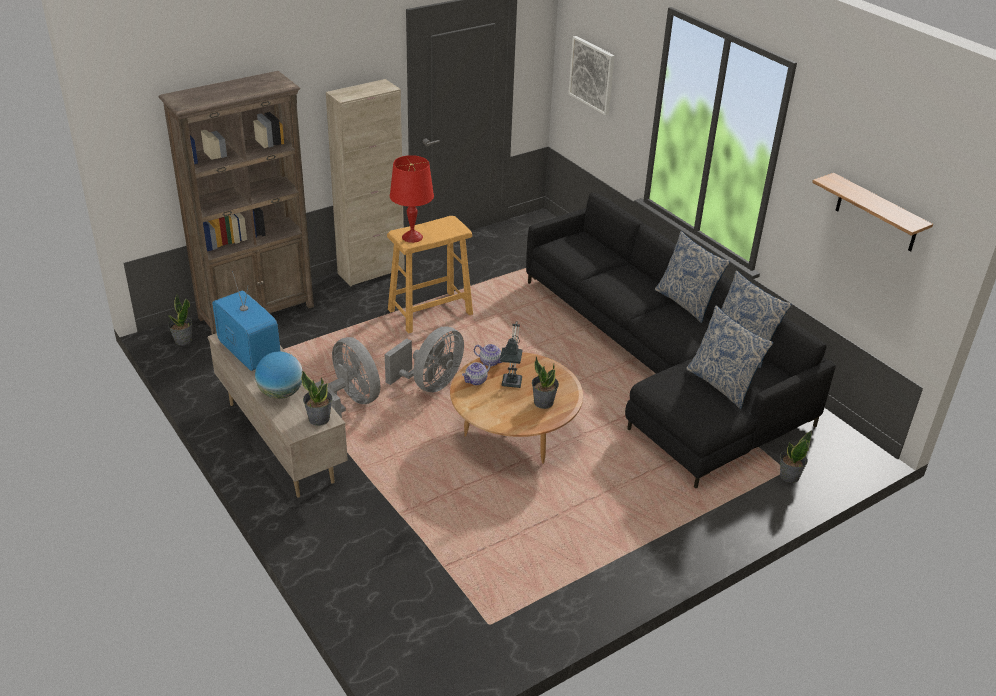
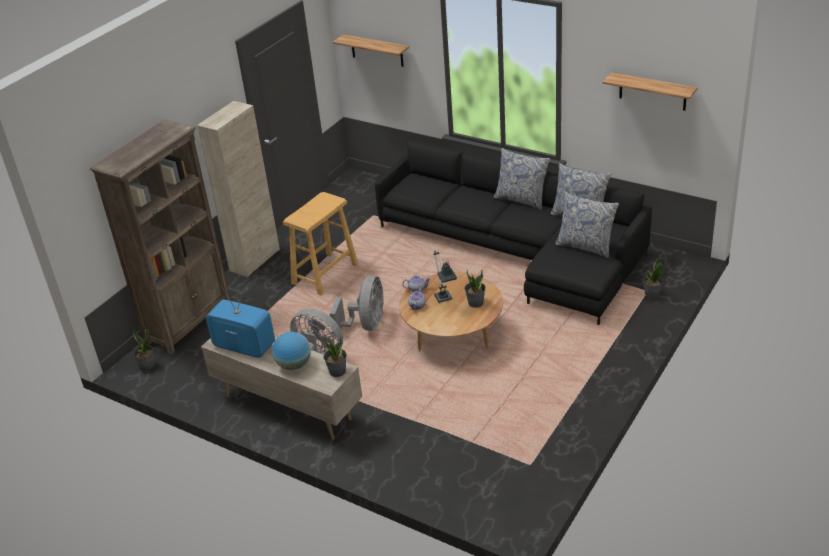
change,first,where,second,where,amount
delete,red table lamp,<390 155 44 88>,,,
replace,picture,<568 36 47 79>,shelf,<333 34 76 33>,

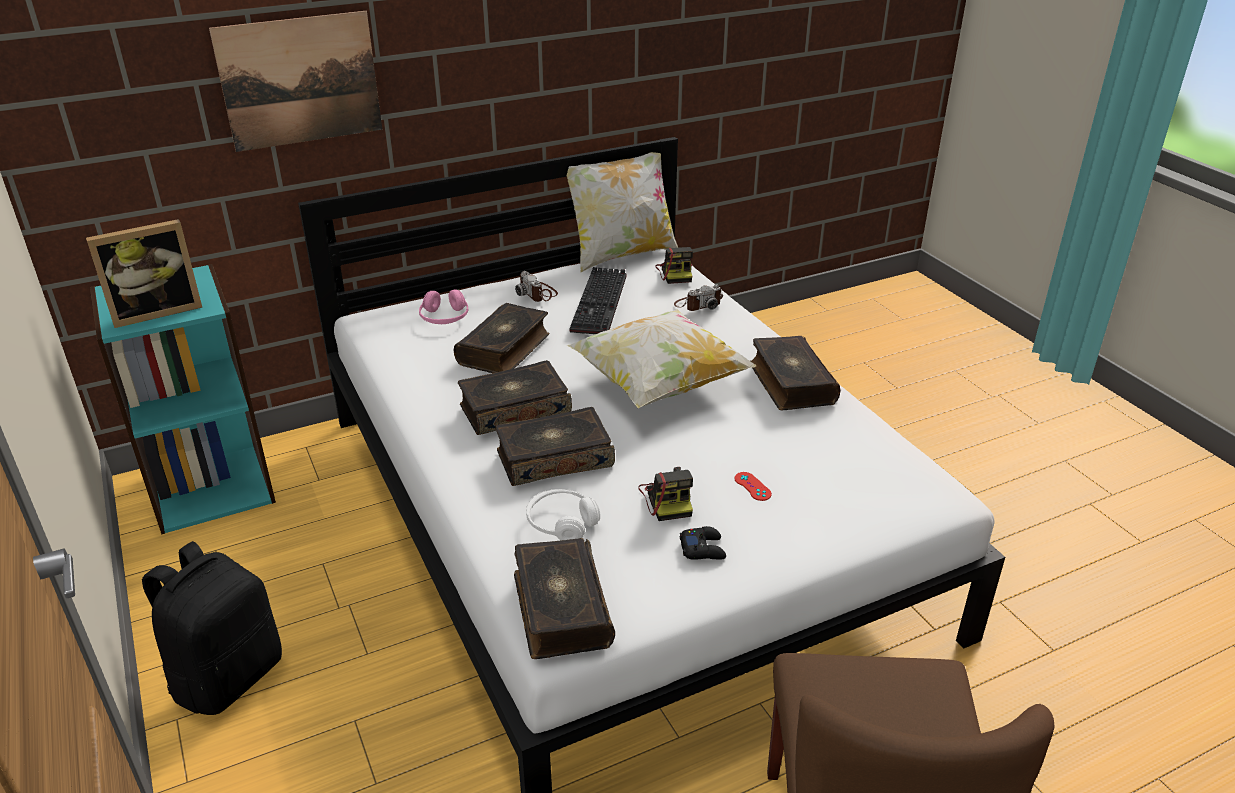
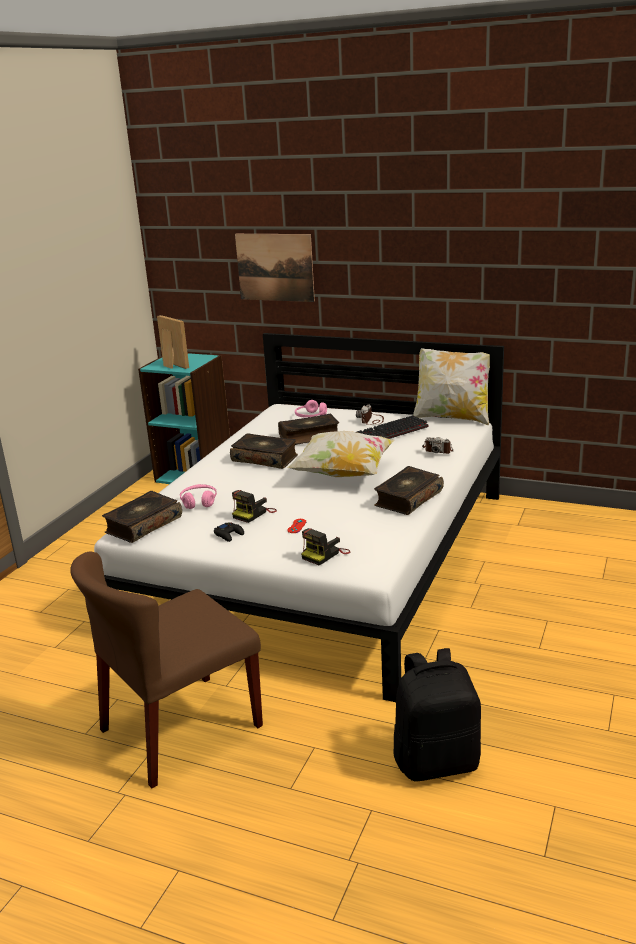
change,first,where,second,where,amount
delete,book,<495 407 120 79>,,,
move,black backpack,<142 541 140 174>,,<394 648 87 134>,
move,photo camera,<655 247 38 37>,,<301 528 50 37>,
recolor,white headphones,<526 489 74 52>,pink headphones,<180 484 37 25>,
rotate,picture frame,<86 219 117 109>,,<157 315 32 54>,150 degrees counterclockwise

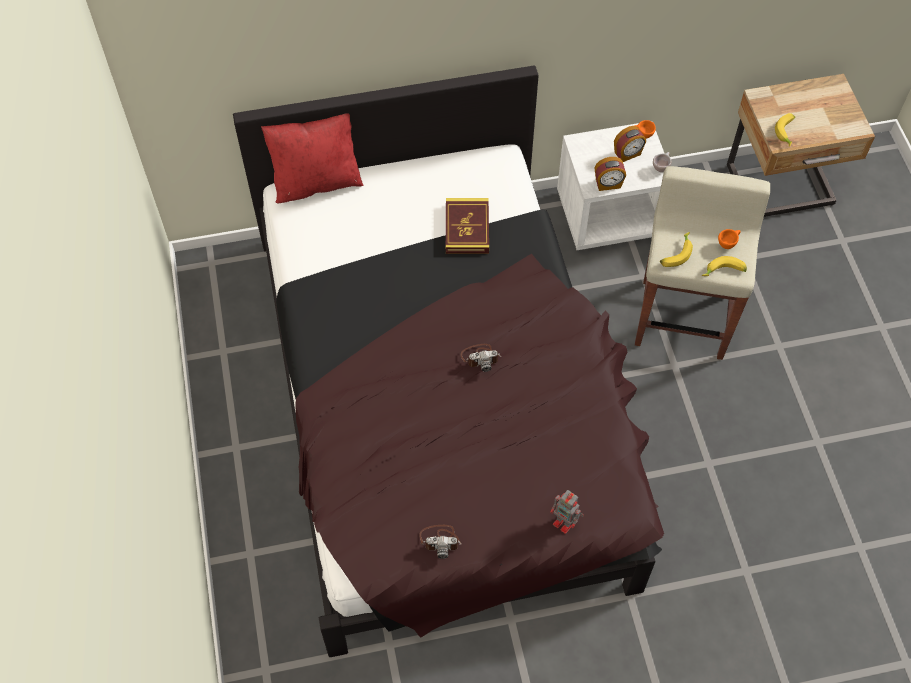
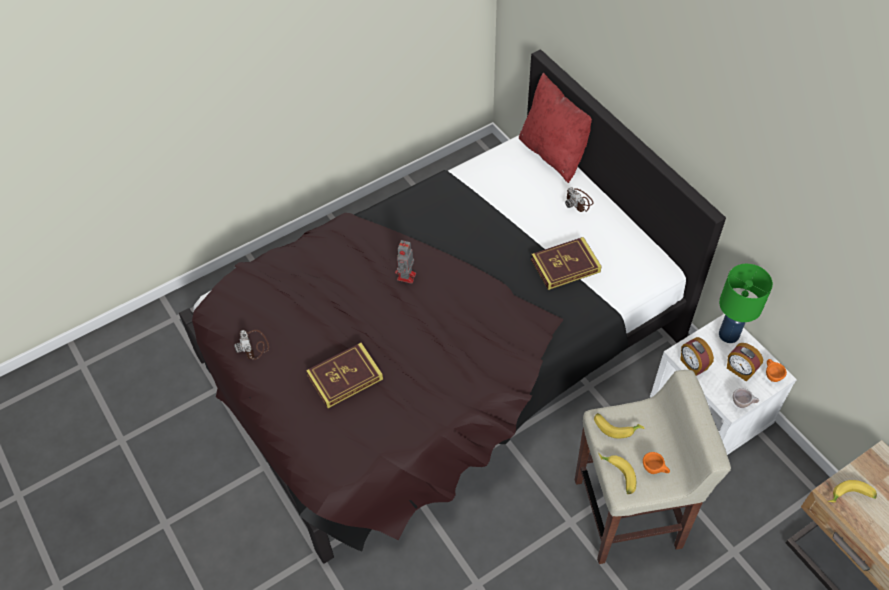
change,first,where,second,where,amount
insert,,,book,<306 343 77 65>,
insert,,,green table lamp,<719 264 54 79>,
move,photo camera,<460 344 41 28>,,<565 187 29 25>,
move,toy robot,<550 490 34 44>,,<395 240 21 44>,

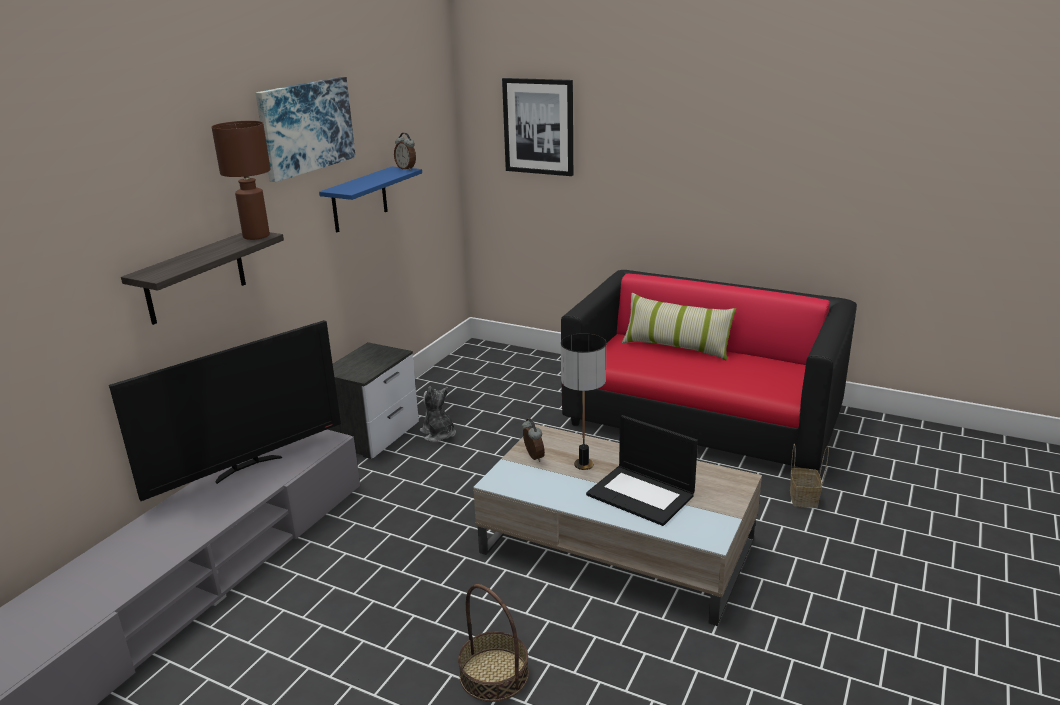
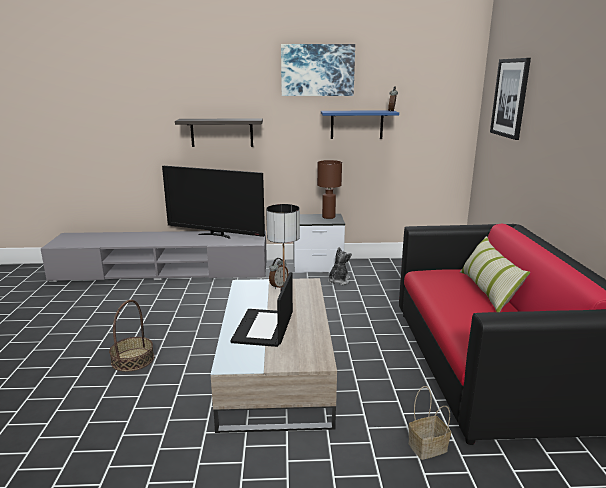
change,first,where,second,where,amount
move,brown table lamp,<212 121 59 119>,,<317 160 25 59>,

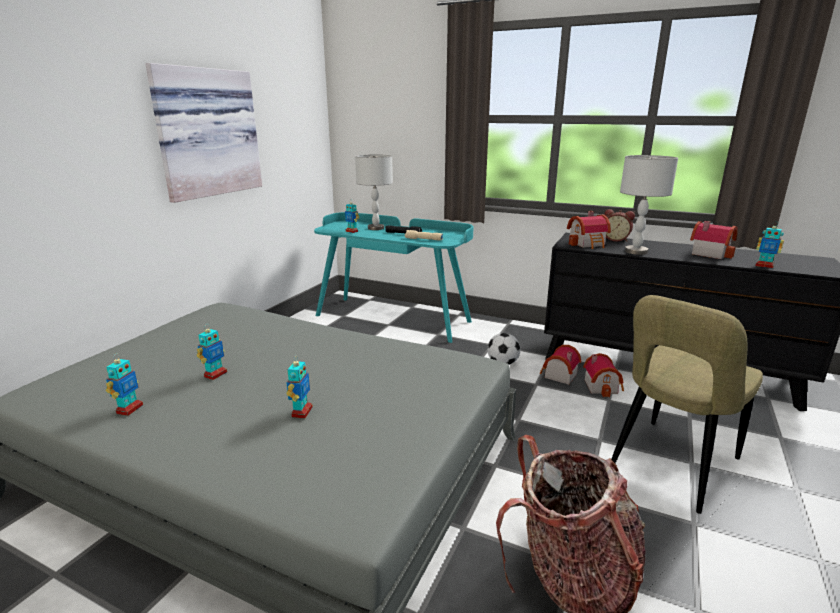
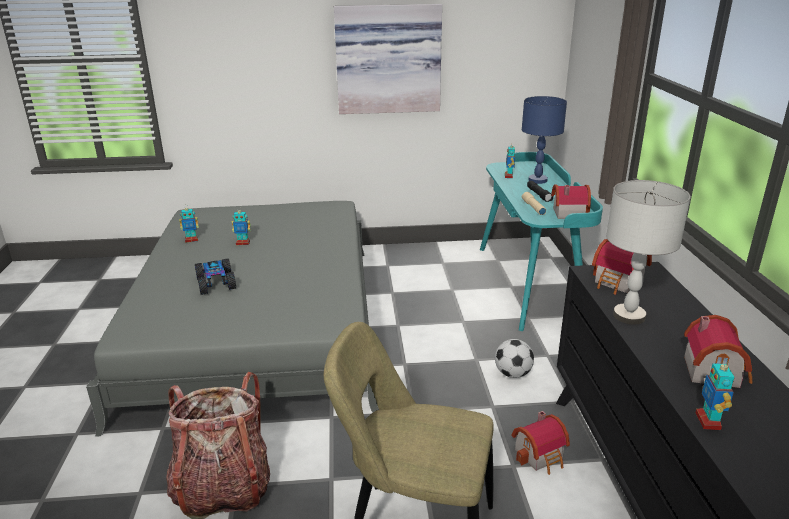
change,first,where,second,where,amount
delete,alarm clock,<604 209 31 33>,,,
move,toy house,<540 345 41 40>,,<551 184 40 35>,
replace,toy robot,<286 358 27 61>,toy car,<195 258 41 37>,
recolor,grey table lamp,<355 154 38 76>,blue table lamp,<522 96 45 88>,

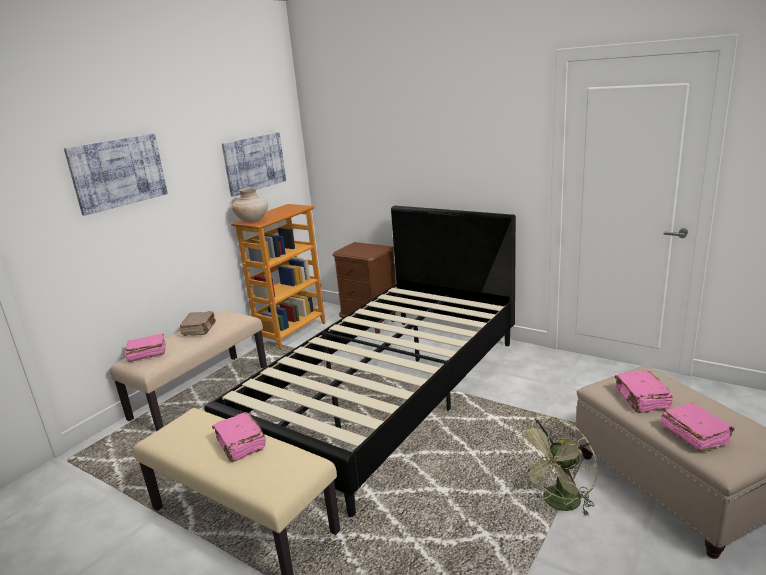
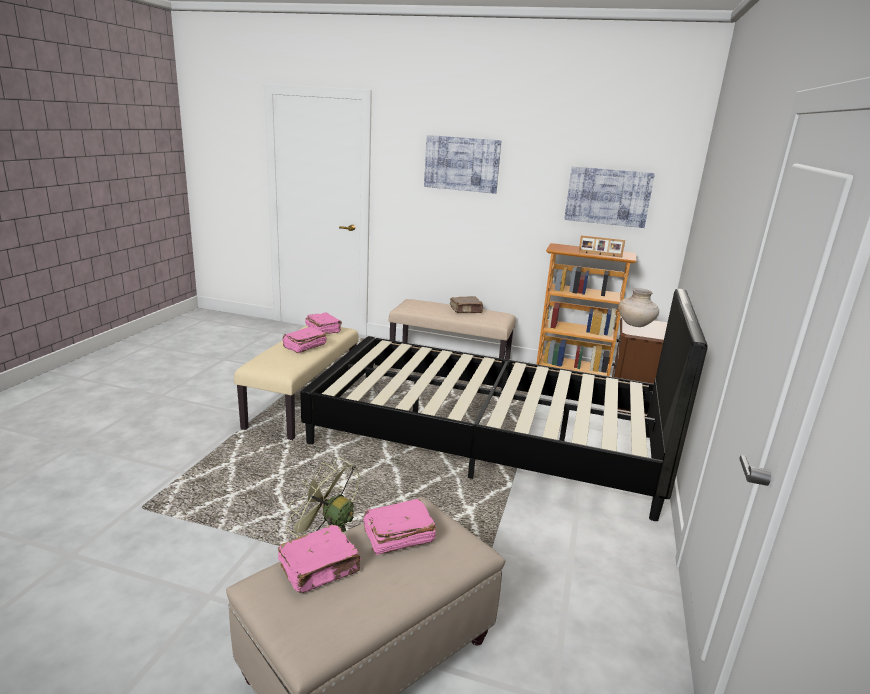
change,first,where,second,where,amount
insert,,,picture frame,<579 235 46 22>,
move,pink book,<125 334 41 29>,,<305 313 37 21>,
move,beige vase,<232 188 36 34>,,<618 288 41 39>,

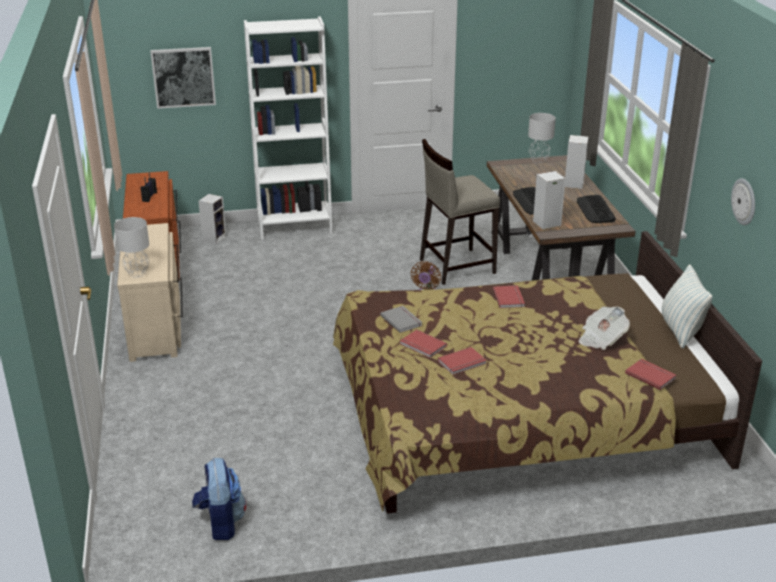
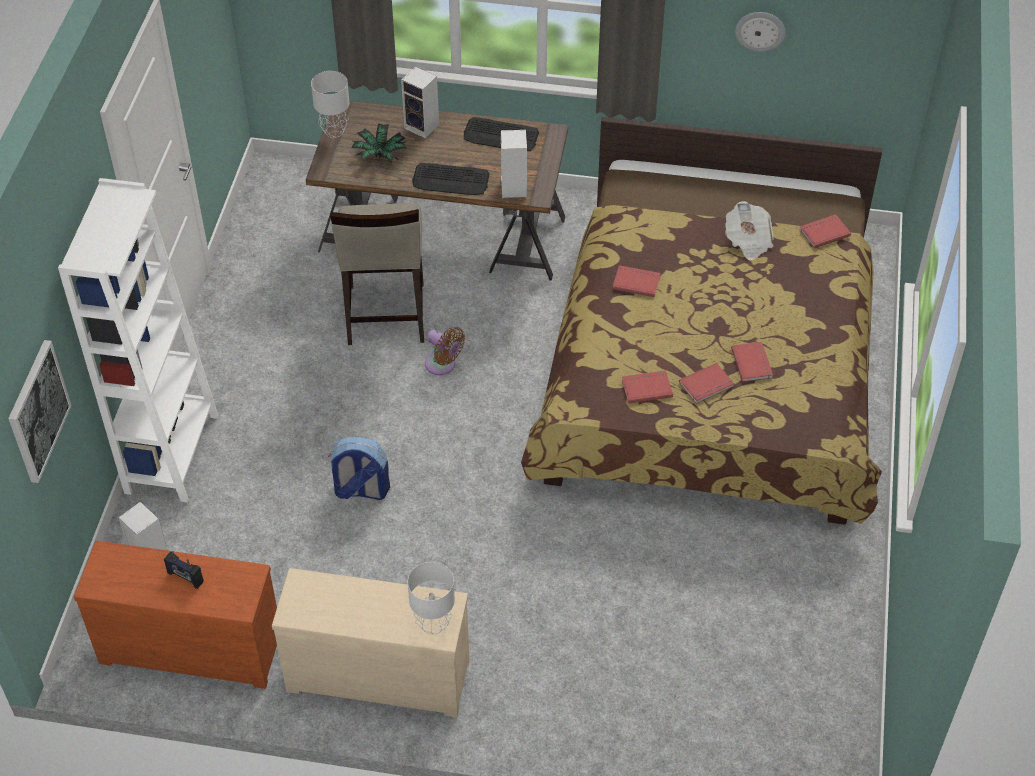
change,first,where,second,where,amount
delete,pillow,<662 264 51 85>,,,
insert,,,potted plant,<351 123 57 41>,
move,backpack,<192 458 54 82>,,<328 437 62 63>,
recolor,grey book,<380 306 42 27>,red book,<622 370 51 33>,

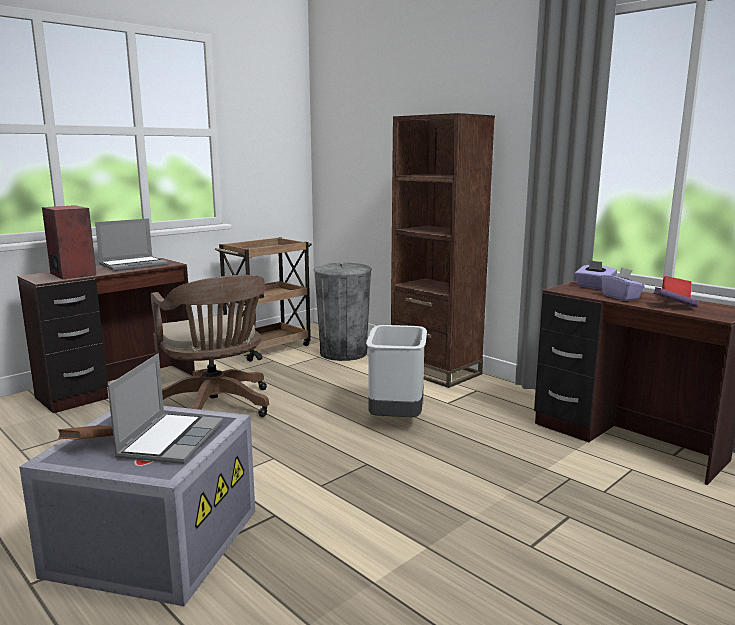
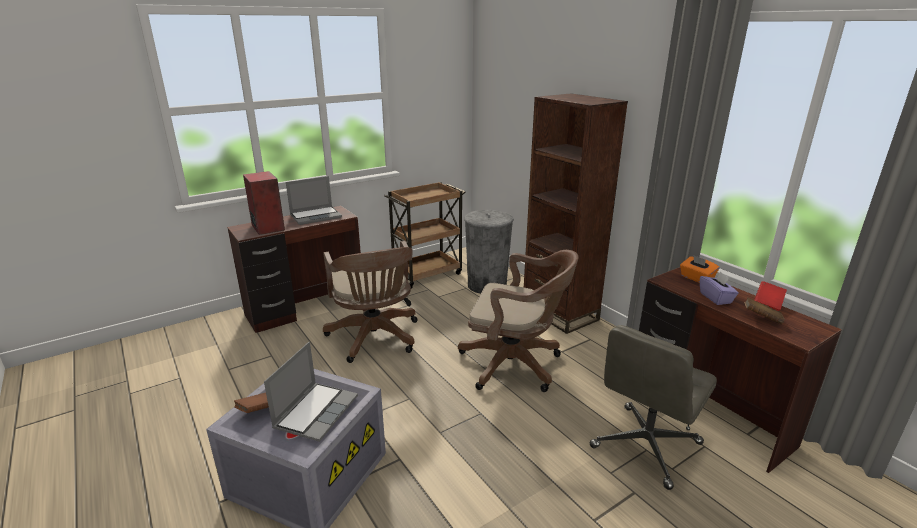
change,first,where,second,where,amount
insert,,,grey office chair,<590 325 127 165>,
replace,grey trash can,<366 325 61 92>,brown office chair,<458 250 120 142>,
recolor,purple tissue box,<575 260 42 30>,orange tissue box,<680 255 39 28>,
recolor,purple book,<653 287 46 20>,brown book,<744 297 41 28>,

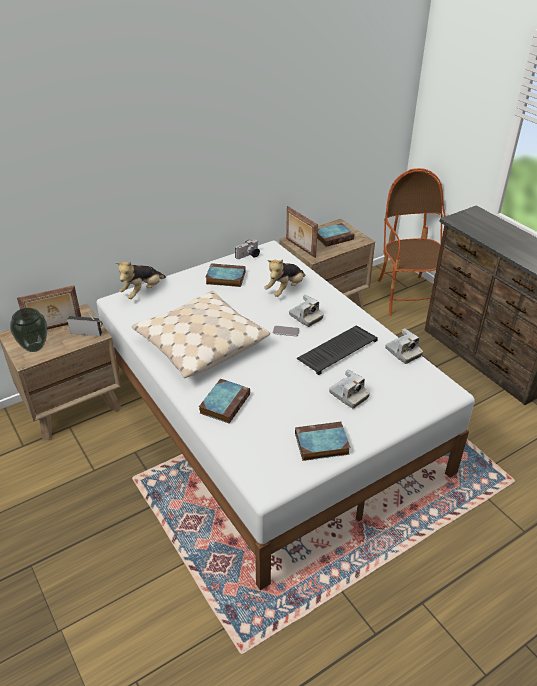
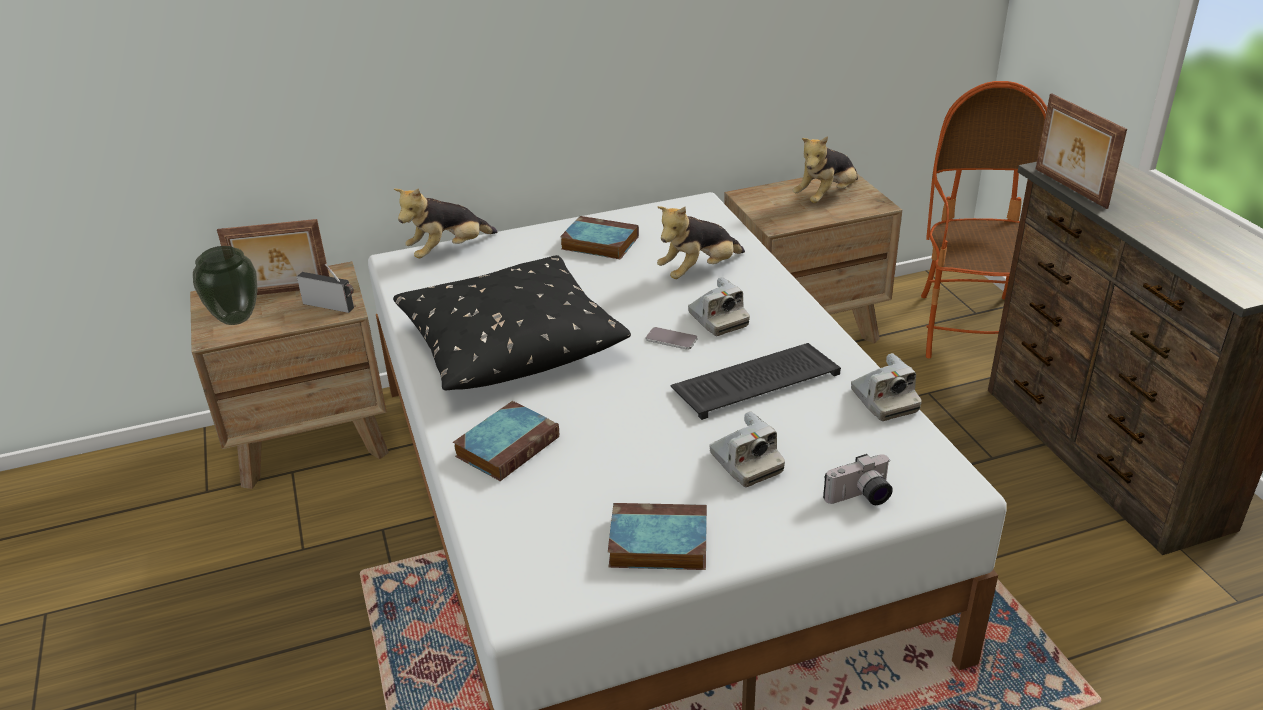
change,first,where,second,where,amount
move,photo camera,<235 240 25 19>,,<823 454 70 51>,
move,picture frame,<286 206 32 52>,,<1036 93 91 116>,
replace,book,<317 223 37 24>,plush toy,<792 136 66 67>,
recolor,beige pillow,<132 291 138 87>,black pillow,<393 255 238 135>,

